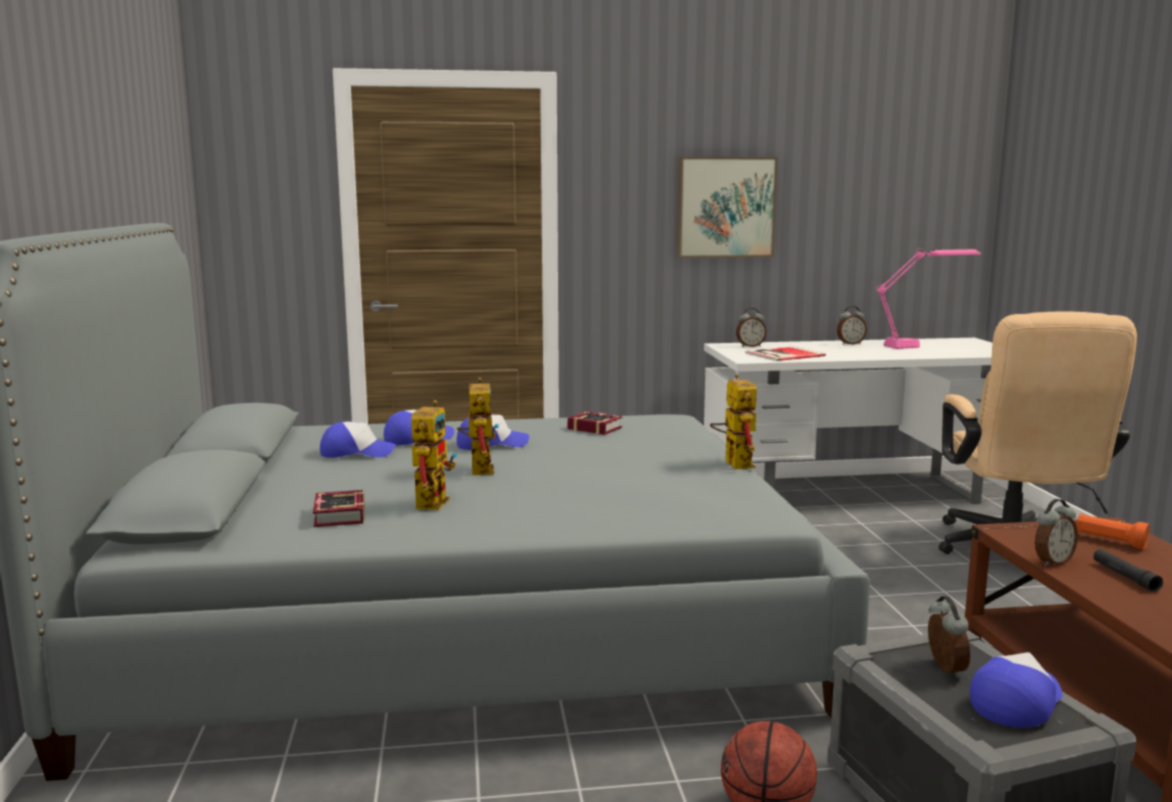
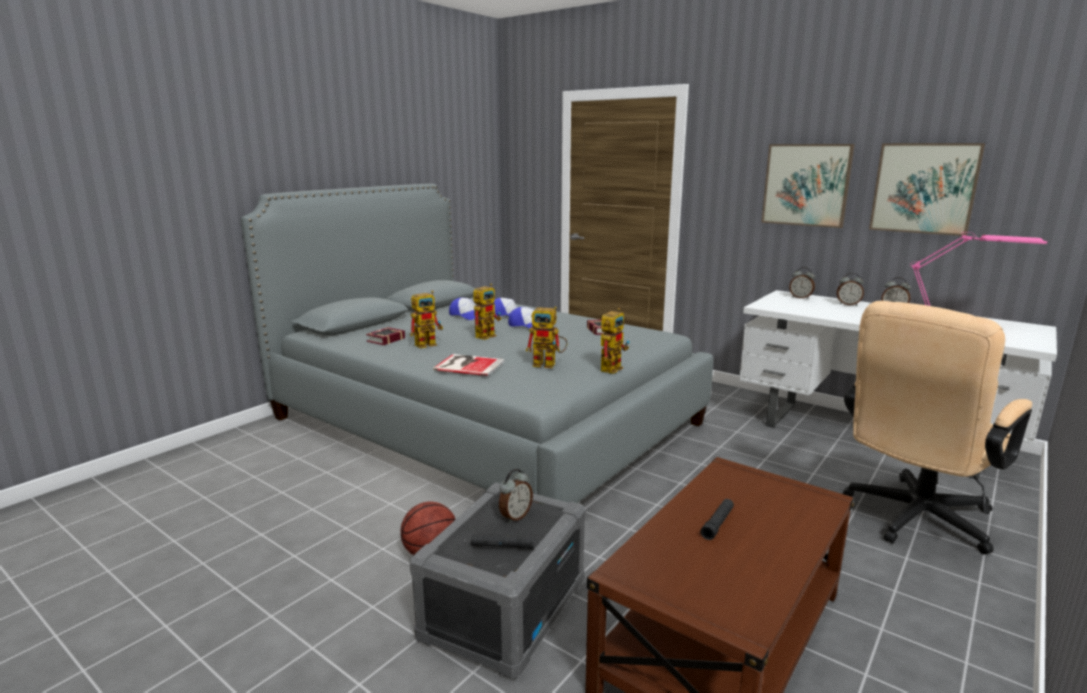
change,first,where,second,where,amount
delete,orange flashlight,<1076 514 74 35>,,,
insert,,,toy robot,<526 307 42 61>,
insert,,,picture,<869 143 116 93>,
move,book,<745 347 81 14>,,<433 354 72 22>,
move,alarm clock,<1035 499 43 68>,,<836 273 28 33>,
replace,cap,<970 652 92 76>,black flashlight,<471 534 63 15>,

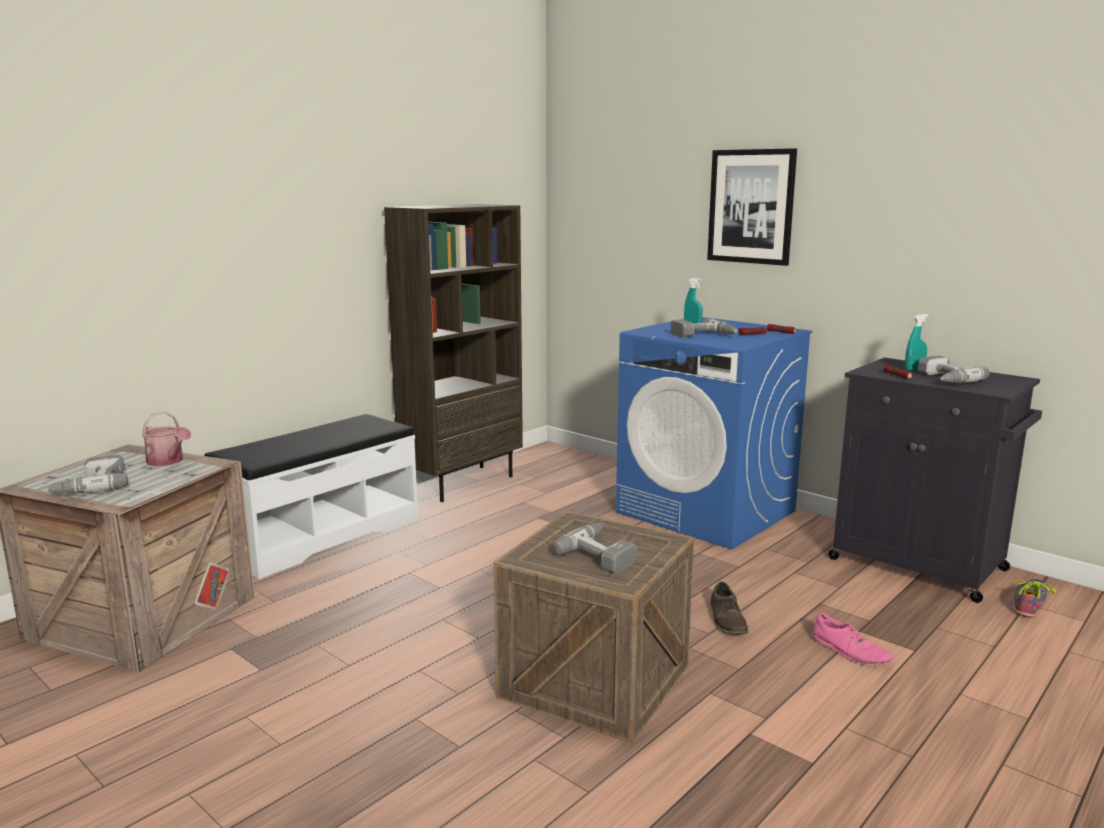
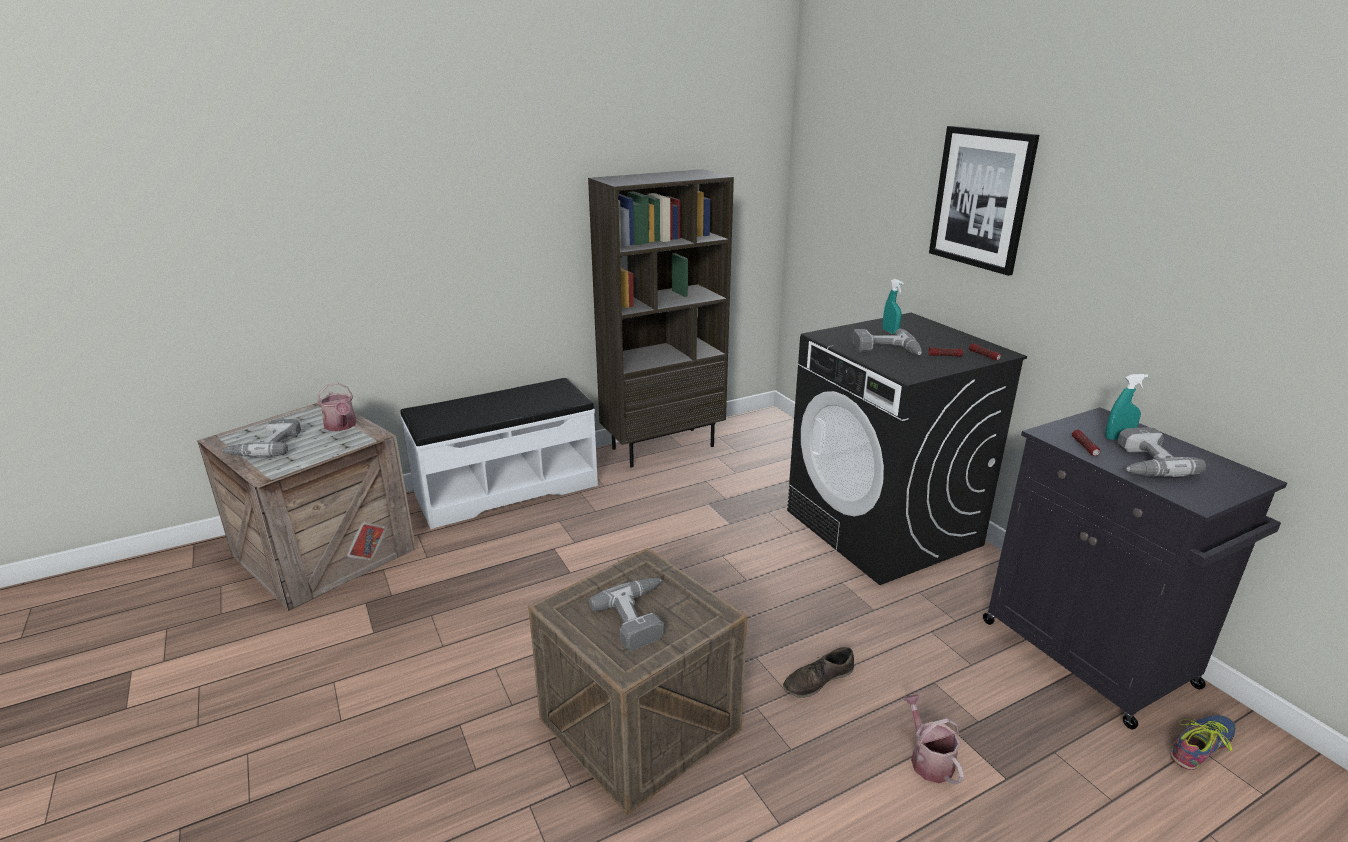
change,first,where,second,where,amount
replace,pink shoe,<812 613 82 53>,watering can,<902 695 62 90>,
recolor,blue washing machine,<616 317 196 233>,black washing machine,<787 313 240 272>,
rotate,brown shoe,<711 582 37 52>,,<783 647 71 51>,45 degrees clockwise

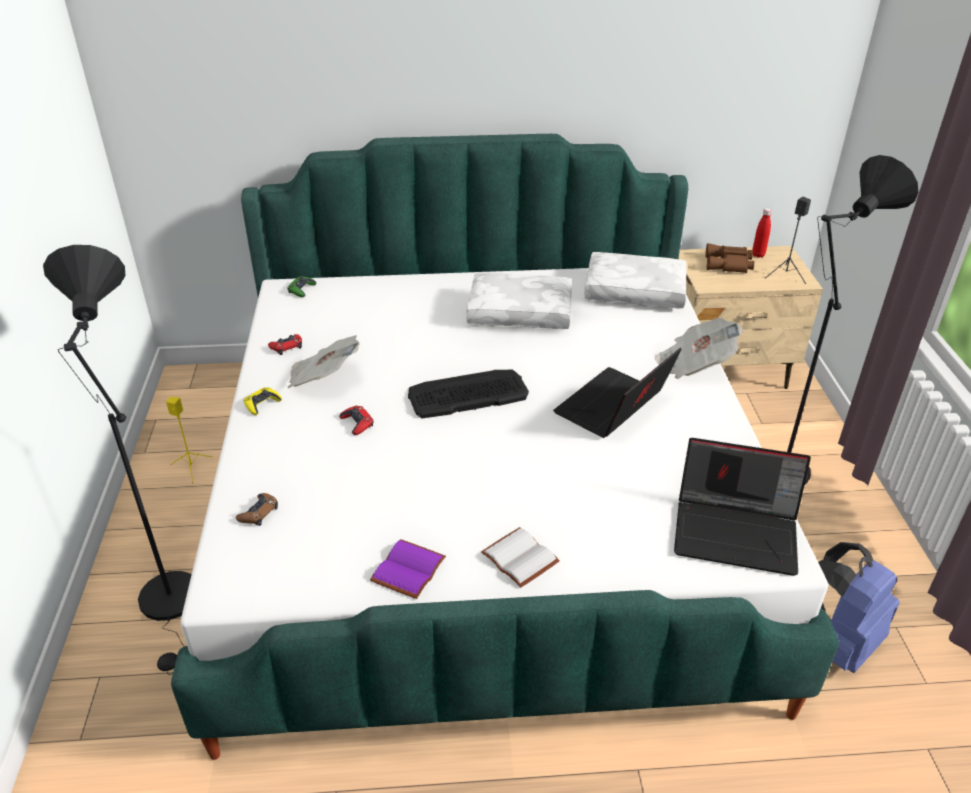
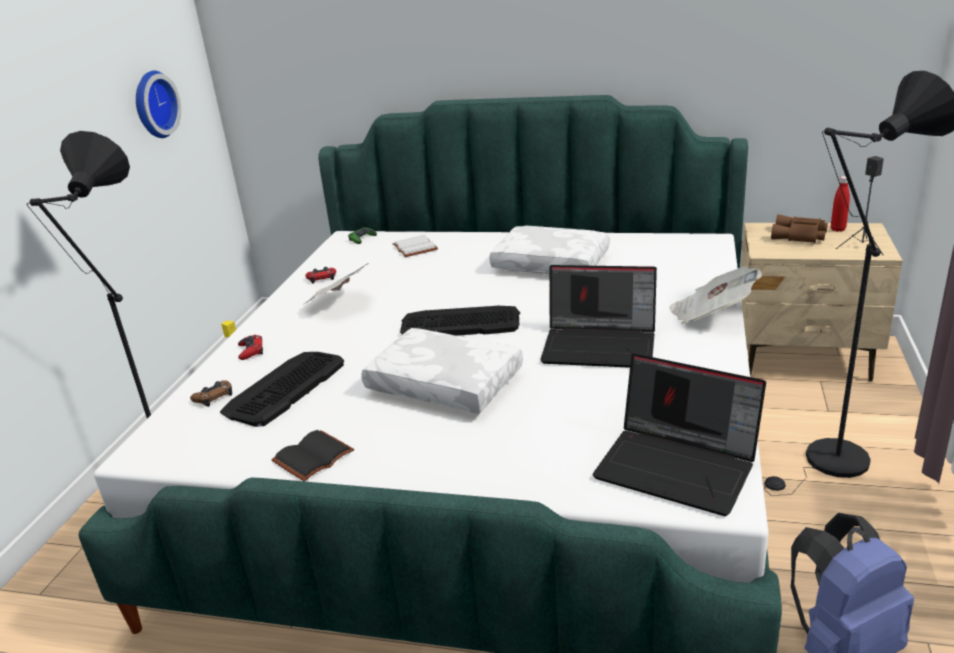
change,first,where,second,where,amount
delete,yellow game controller,<243 387 39 28>,,,
insert,,,wall clock,<136 71 45 67>,
insert,,,keyboard,<220 352 124 75>,
move,red game controller,<339 406 34 29>,,<238 335 25 25>,
move,white book,<481 527 79 61>,,<393 235 45 22>,
move,white pillow,<584 252 103 56>,,<361 328 162 86>,
recolor,purple book,<370 539 76 60>,black book,<271 430 83 51>,
rotate,laptop,<553 347 129 91>,,<540 265 117 103>,135 degrees counterclockwise

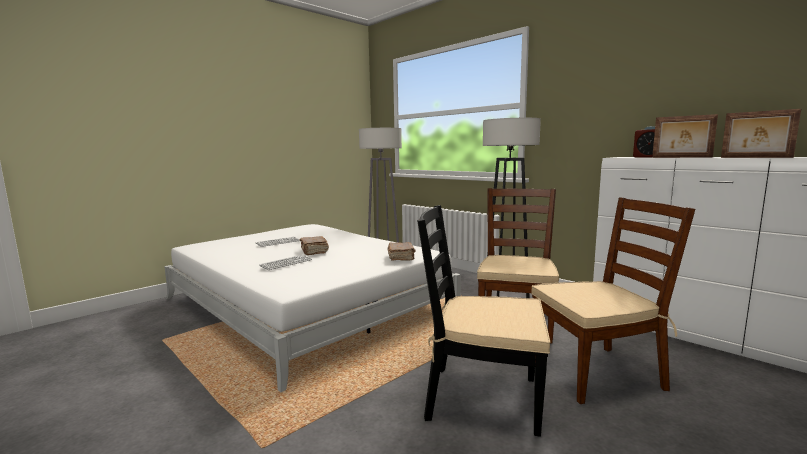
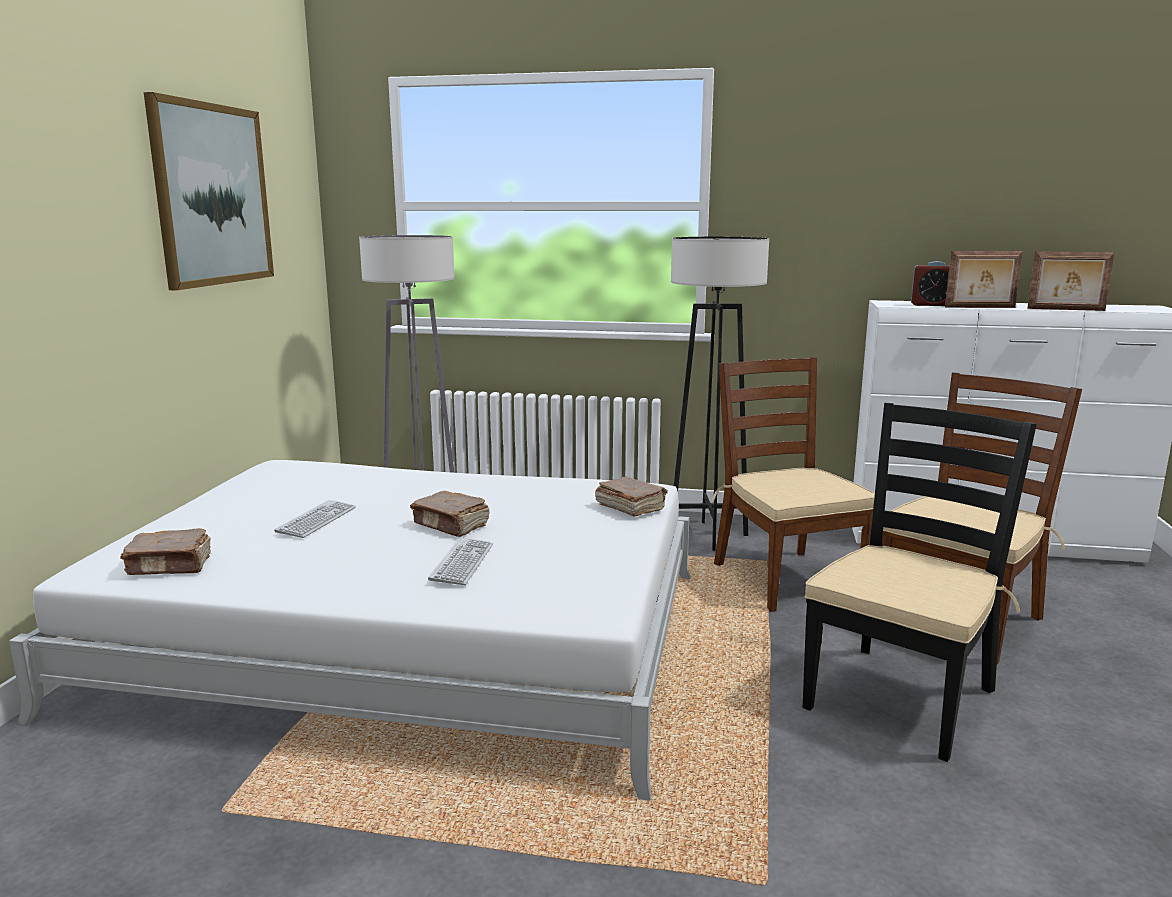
change,first,where,second,where,amount
insert,,,brown book,<121 528 90 47>,
insert,,,picture,<144 92 130 198>,
rotate,black chair,<417 205 133 232>,,<803 403 234 359>,150 degrees clockwise

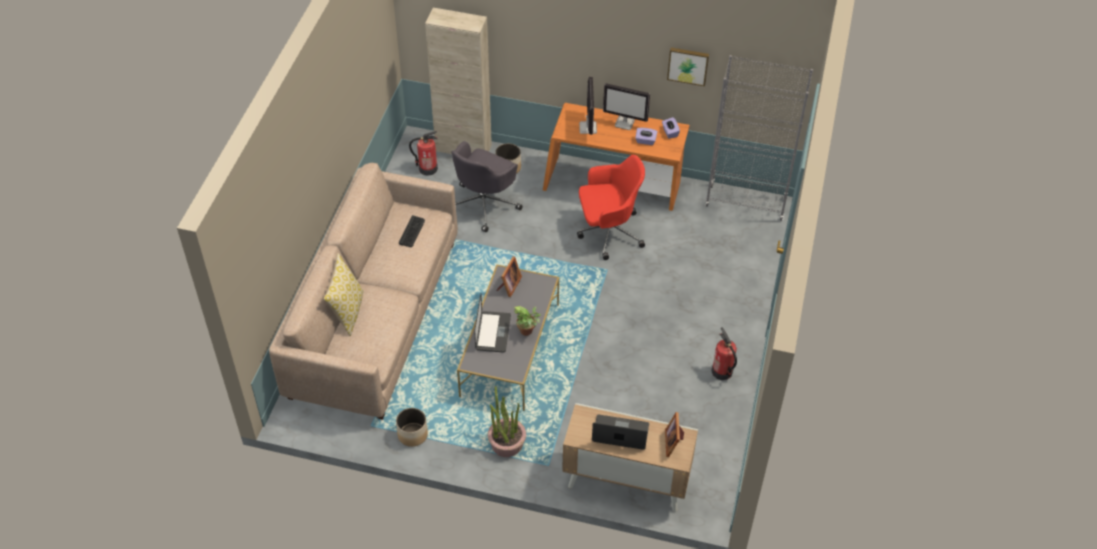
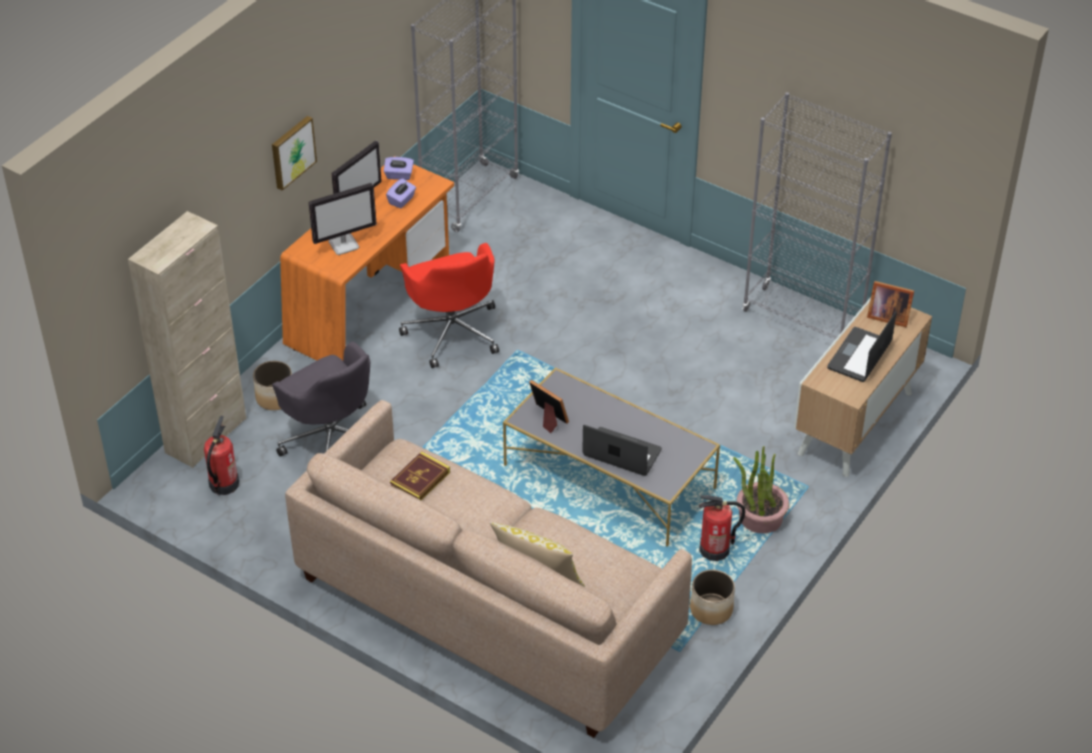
change,first,where,second,where,amount
delete,potted plant,<514 306 27 30>,,,
insert,,,grey bookcase,<743 92 149 247>,
move,picture,<667 47 42 39>,,<272 116 45 75>,
move,fire extinguisher,<711 327 26 53>,,<699 495 47 66>,
replace,keyboard,<399 215 26 32>,book,<390 451 60 49>,
rotate,red office chair,<577 155 68 105>,,<399 243 100 125>,150 degrees clockwise
rotate,monitor,<579 76 18 59>,,<309 183 68 72>,135 degrees clockwise

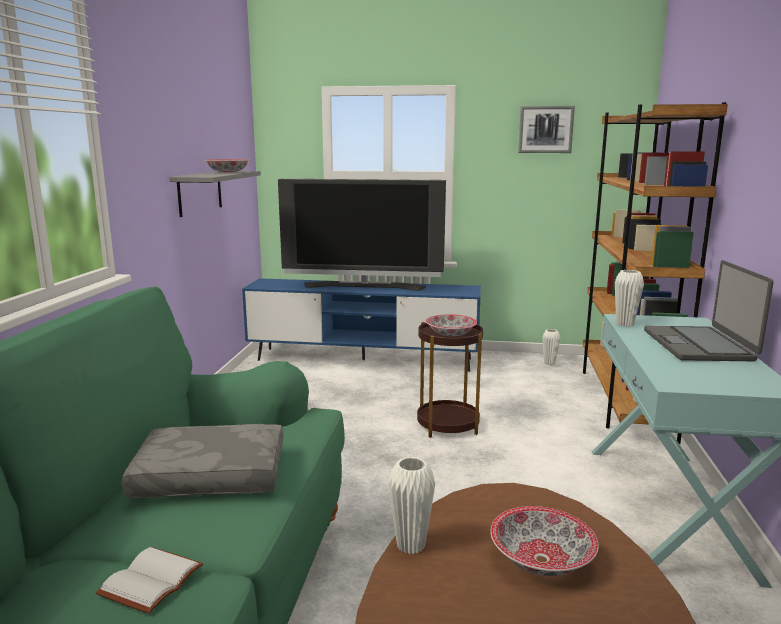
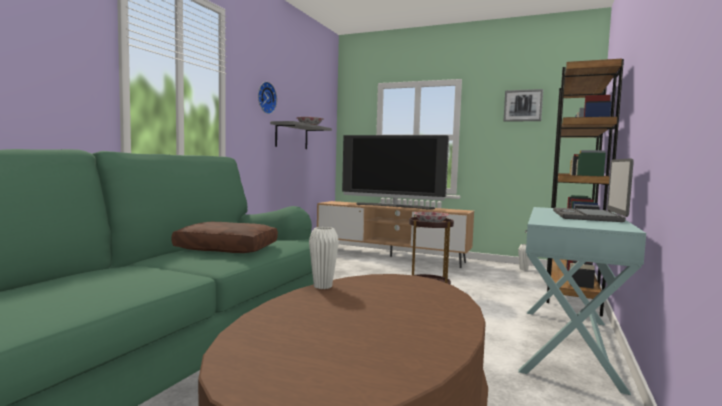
change,first,where,second,where,amount
delete,white book,<96 547 107 67>,,,
delete,bowl,<490 506 109 70>,,,
delete,white vase,<615 270 29 57>,,,
insert,,,wall clock,<258 82 19 32>,
recolor,grey pillow,<121 424 162 74>,brown pillow,<172 222 106 31>,
recolor,blue tv stand,<242 278 239 94>,brown tv stand,<317 201 157 67>,

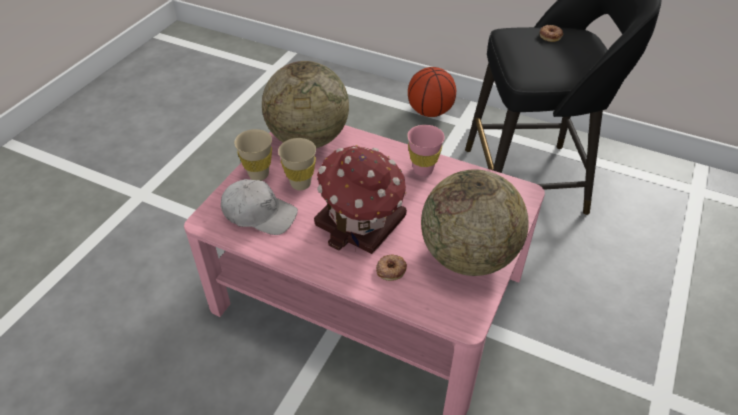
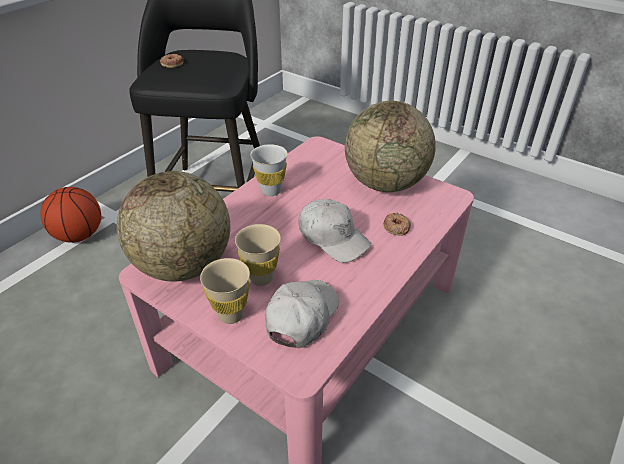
change,first,where,second,where,amount
replace,toy house,<314 145 93 109>,white cap,<298 199 73 64>,
recolor,pink cup,<407 125 38 51>,white cup,<250 144 38 52>,

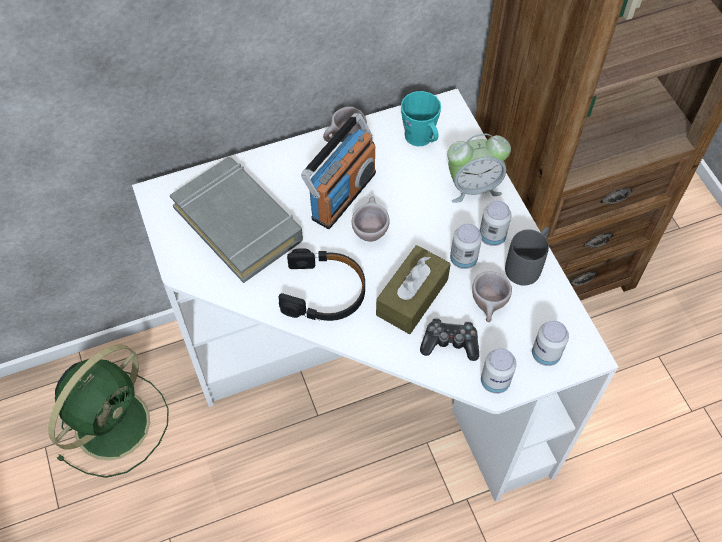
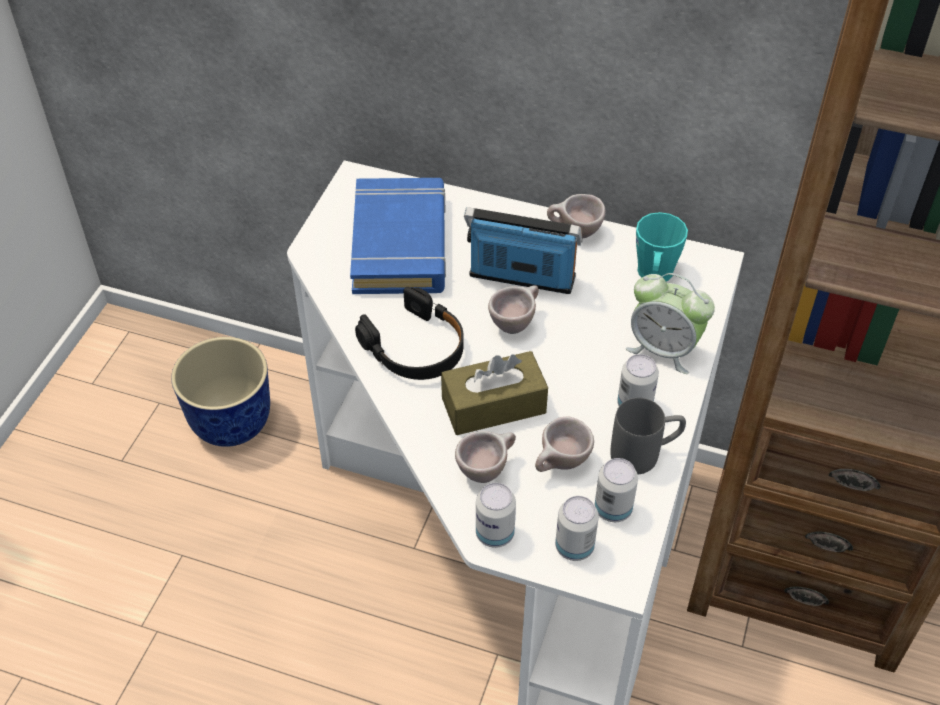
change,first,where,second,where,amount
move,can,<450 224 32 45>,,<595 458 43 64>,
replace,green fan,<48 344 121 134>,planter,<171 337 99 110>,
replace,game controller,<420 318 59 43>,beige cup,<455 431 61 52>,
recolor,grey book,<170 157 133 126>,blue book,<350 178 96 116>,
rotate,radio,<301 113 75 116>,,<464 207 119 87>,150 degrees counterclockwise

